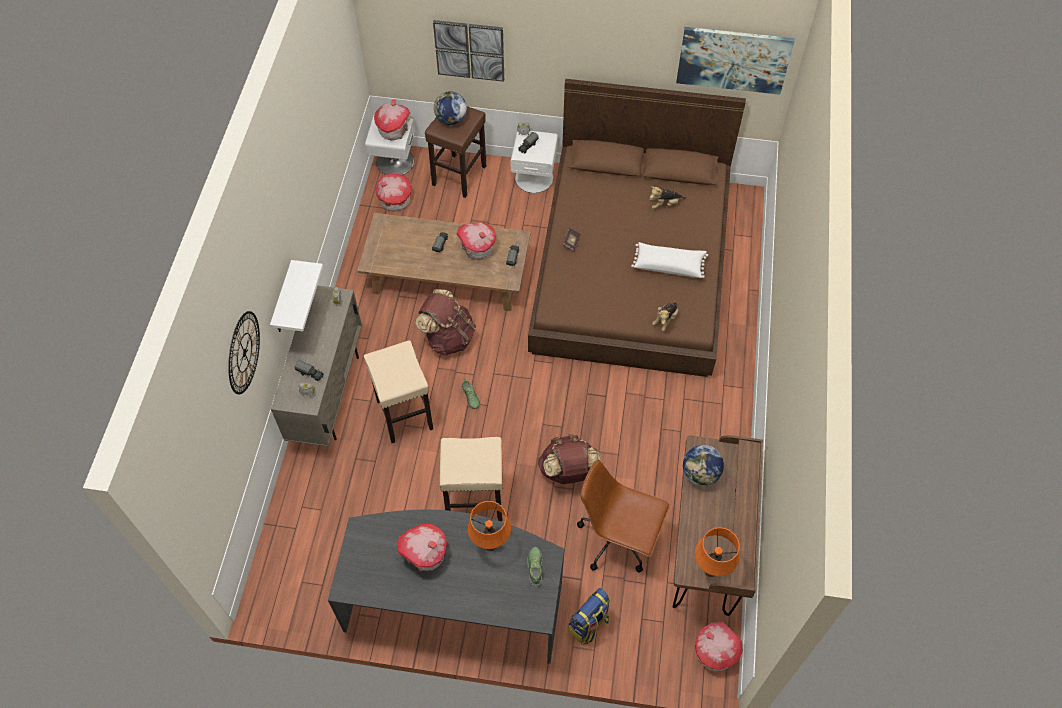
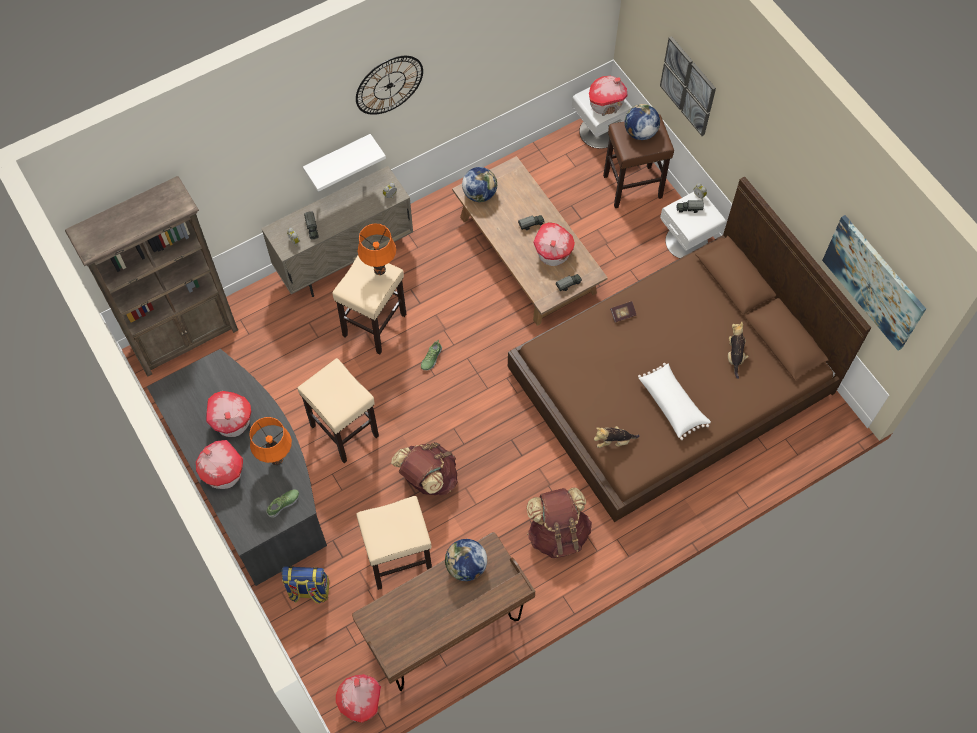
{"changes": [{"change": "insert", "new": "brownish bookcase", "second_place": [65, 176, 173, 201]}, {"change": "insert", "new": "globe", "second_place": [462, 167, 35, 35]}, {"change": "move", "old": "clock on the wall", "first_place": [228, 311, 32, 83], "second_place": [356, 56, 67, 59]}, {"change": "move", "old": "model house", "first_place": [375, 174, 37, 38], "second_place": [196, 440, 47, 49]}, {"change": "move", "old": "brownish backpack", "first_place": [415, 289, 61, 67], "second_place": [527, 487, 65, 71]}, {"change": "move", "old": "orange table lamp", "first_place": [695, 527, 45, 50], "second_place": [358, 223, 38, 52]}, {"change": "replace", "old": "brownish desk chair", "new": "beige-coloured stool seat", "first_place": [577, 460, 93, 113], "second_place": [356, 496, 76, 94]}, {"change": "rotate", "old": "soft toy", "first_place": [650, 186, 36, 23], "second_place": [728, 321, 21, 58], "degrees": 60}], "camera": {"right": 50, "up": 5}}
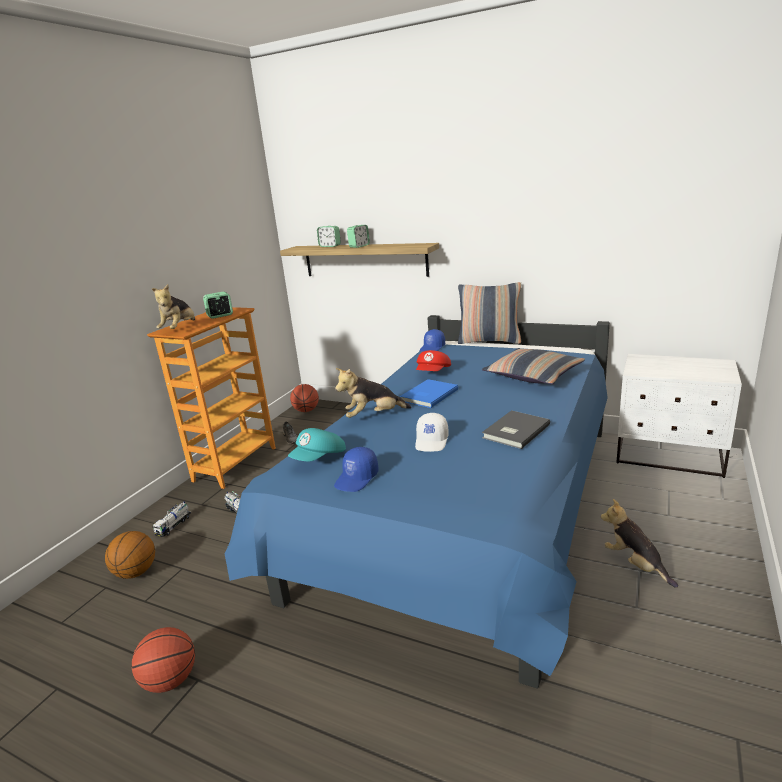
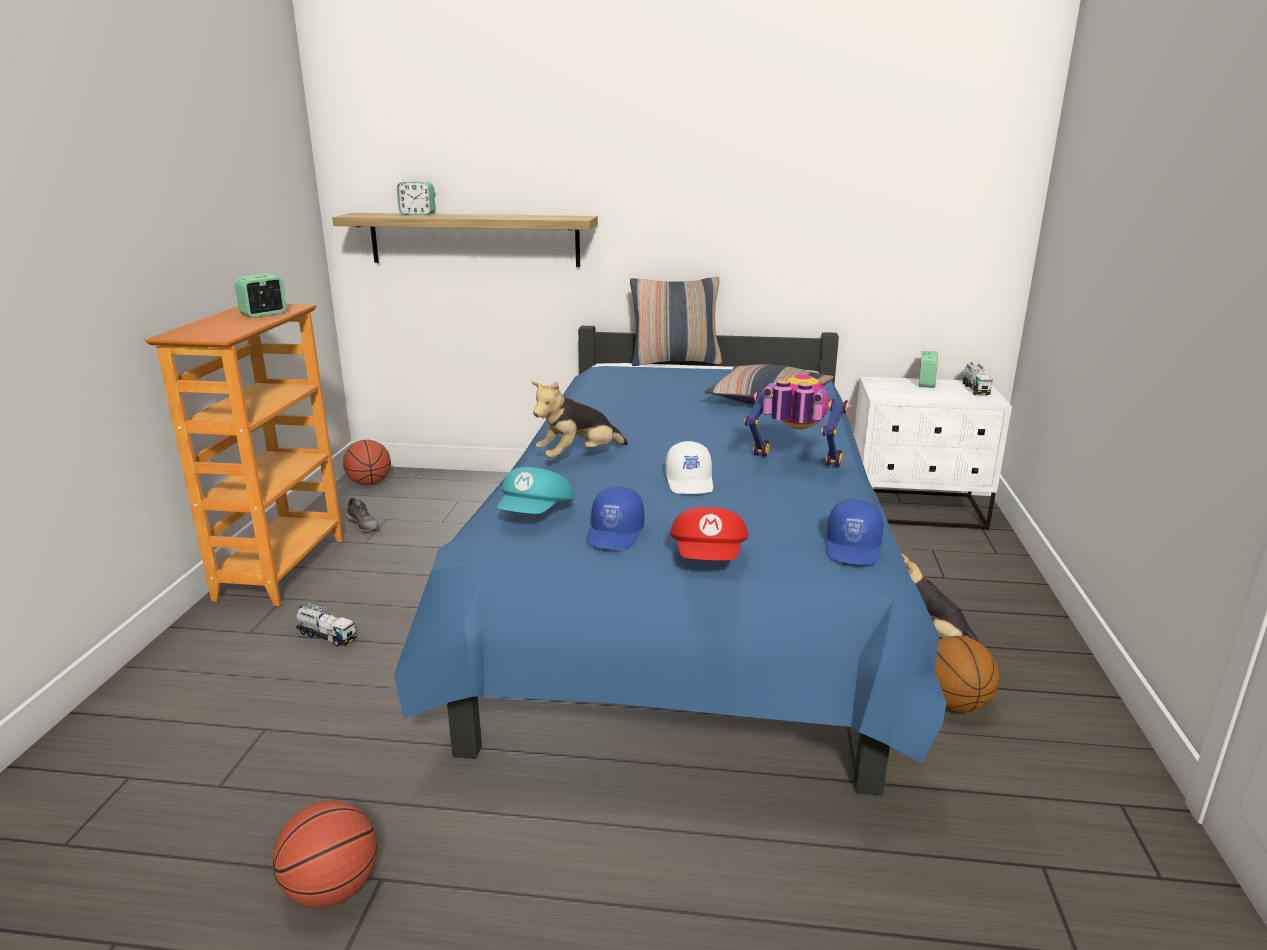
{"changes": [{"change": "delete", "old": "soft toy", "first_place": [152, 284, 43, 45]}, {"change": "delete", "old": "bluish volume", "first_place": [400, 379, 58, 29]}, {"change": "move", "old": "basketball ball", "first_place": [105, 531, 50, 48], "second_place": [935, 636, 64, 76]}, {"change": "move", "old": "model truck", "first_place": [152, 501, 39, 36], "second_place": [962, 362, 31, 33]}, {"change": "move", "old": "bedside clock", "first_place": [347, 225, 23, 23], "second_place": [919, 351, 19, 37]}, {"change": "move", "old": "red peaked cap", "first_place": [416, 350, 35, 21], "second_place": [670, 507, 78, 53]}, {"change": "move", "old": "bluish peaked cap", "first_place": [419, 329, 26, 23], "second_place": [826, 499, 58, 66]}, {"change": "replace", "old": "grey volume", "new": "toy robot", "first_place": [482, 410, 68, 39], "second_place": [744, 374, 107, 93]}], "camera": {"right": -20, "up": 0}}
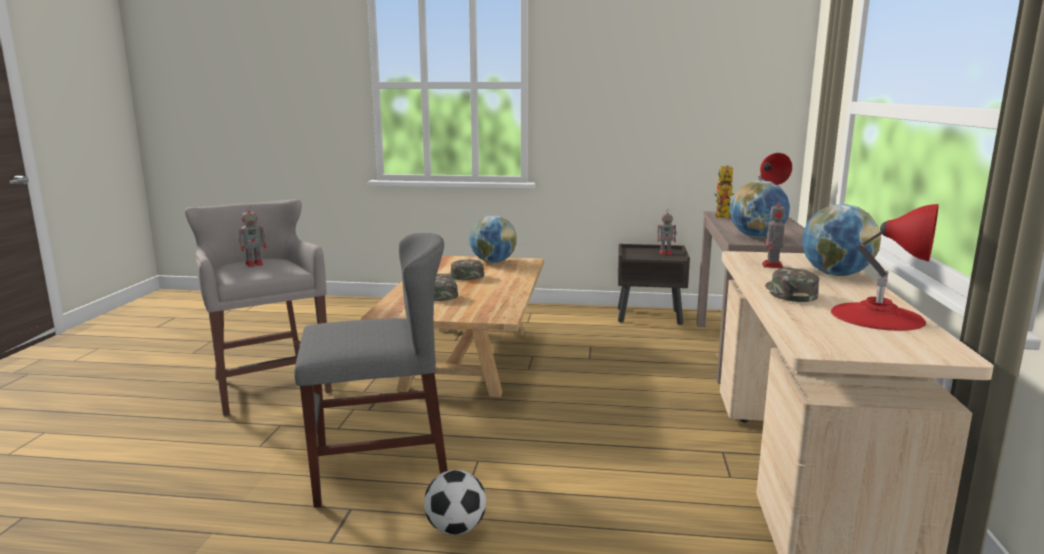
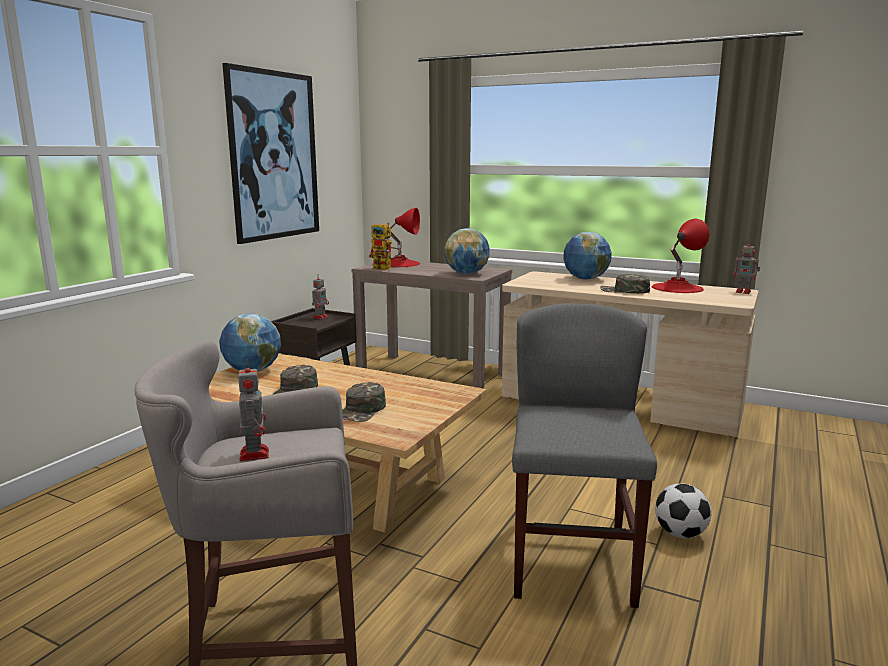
{"changes": [{"change": "insert", "new": "wall picture", "second_place": [222, 63, 97, 181]}, {"change": "move", "old": "toy robot", "first_place": [762, 201, 23, 67], "second_place": [733, 240, 27, 54]}], "camera": {"right": -70, "up": 0}}
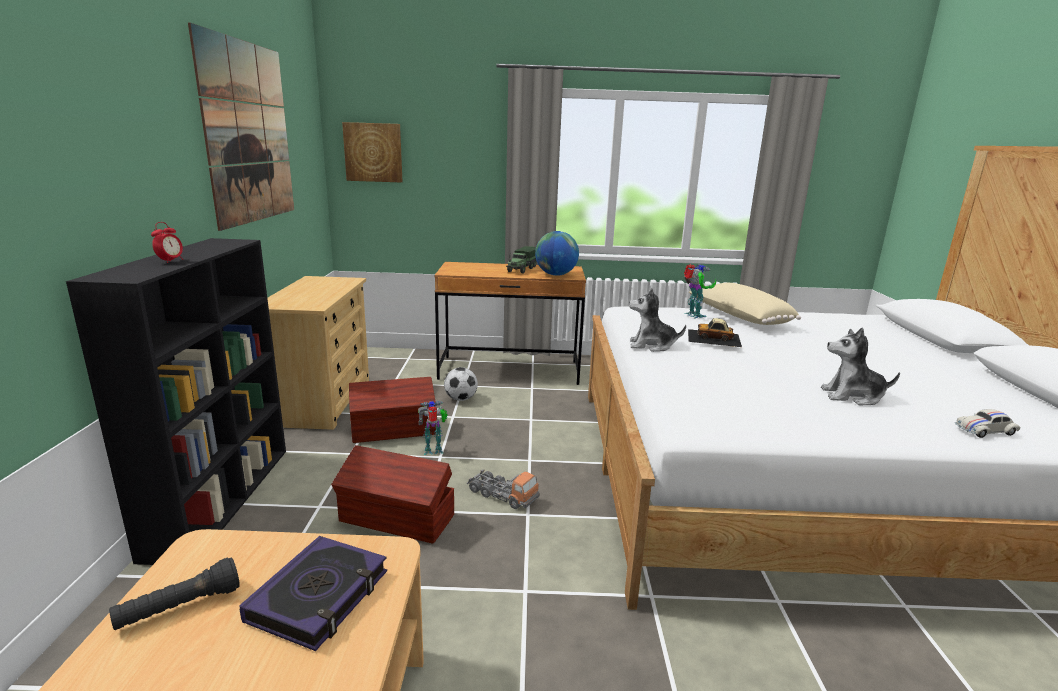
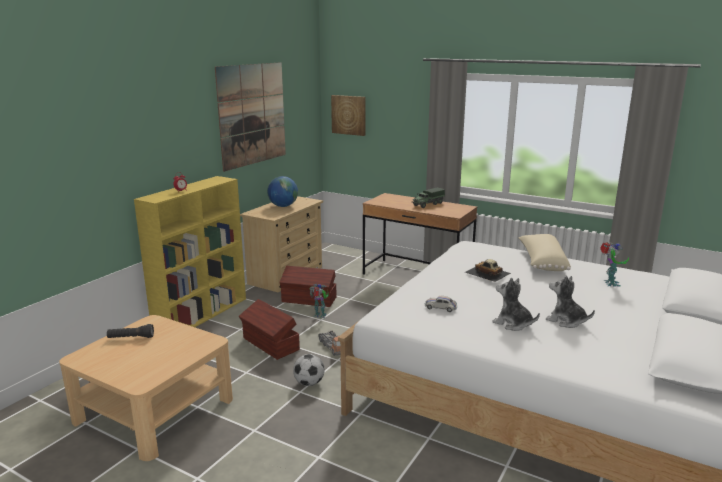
{"changes": [{"change": "delete", "old": "volume", "first_place": [239, 536, 148, 115]}, {"change": "move", "old": "football", "first_place": [444, 367, 34, 34], "second_place": [293, 354, 32, 32]}, {"change": "move", "old": "globe", "first_place": [535, 231, 44, 45], "second_place": [267, 176, 31, 31]}, {"change": "move", "old": "soft toy", "first_place": [629, 288, 57, 64], "second_place": [546, 275, 49, 53]}, {"change": "move", "old": "toy robot", "first_place": [684, 264, 32, 55], "second_place": [600, 242, 29, 44]}, {"change": "move", "old": "white-coloured model car", "first_place": [955, 409, 66, 29], "second_place": [424, 296, 33, 16]}, {"change": "recolor", "old": "black bookcase", "new": "yellowish bookcase", "first_place": [66, 238, 220, 327], "second_place": [134, 176, 112, 151]}], "camera": {"right": 30, "up": 0}}
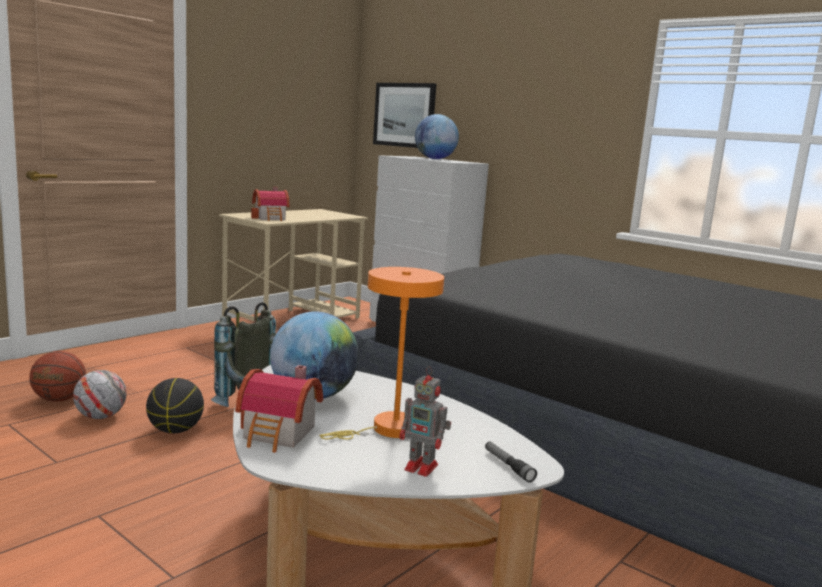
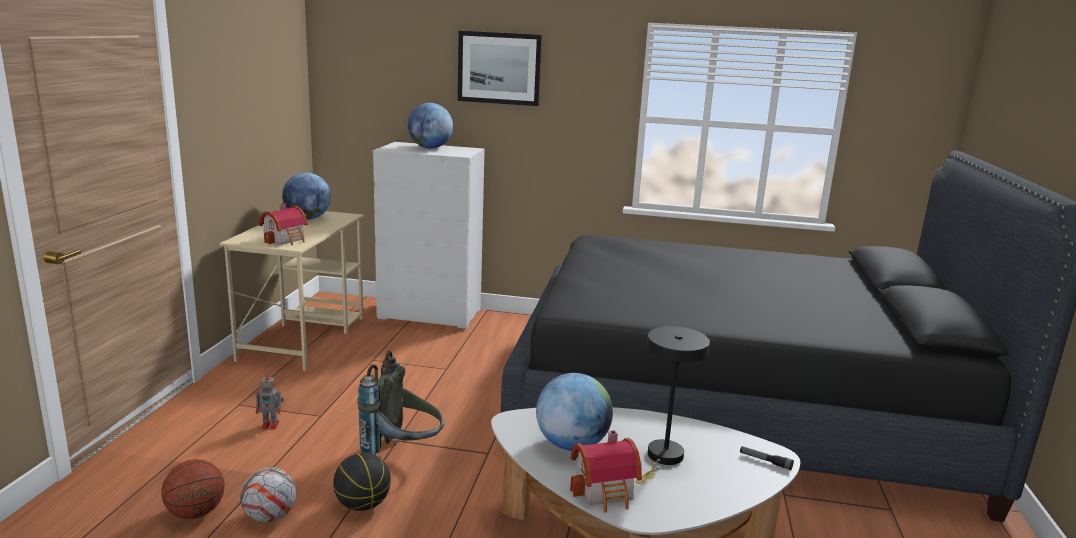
{"changes": [{"change": "insert", "new": "globe", "second_place": [282, 173, 49, 46]}, {"change": "move", "old": "wall picture", "first_place": [373, 83, 63, 65], "second_place": [458, 31, 84, 75]}, {"change": "move", "old": "toy robot", "first_place": [400, 366, 51, 111], "second_place": [256, 372, 28, 57]}, {"change": "recolor", "old": "orange table lamp", "new": "black table lamp", "first_place": [319, 267, 125, 173], "second_place": [634, 326, 76, 158]}], "camera": {"right": -30, "up": 5}}
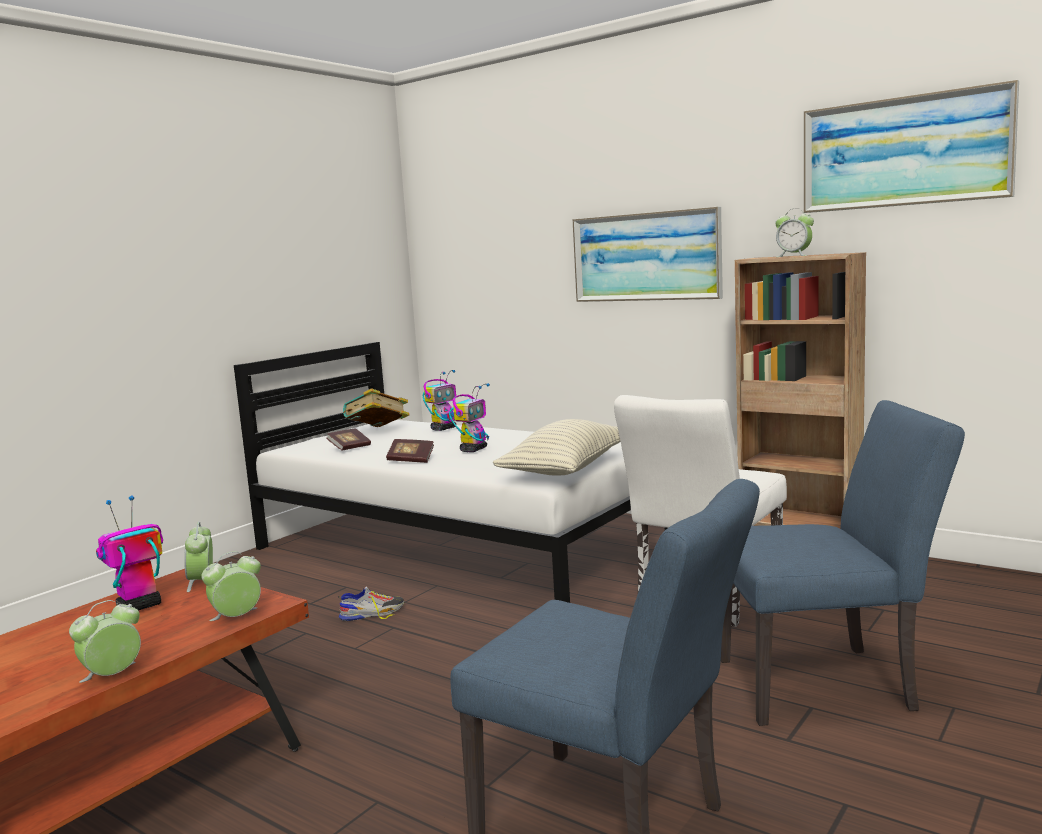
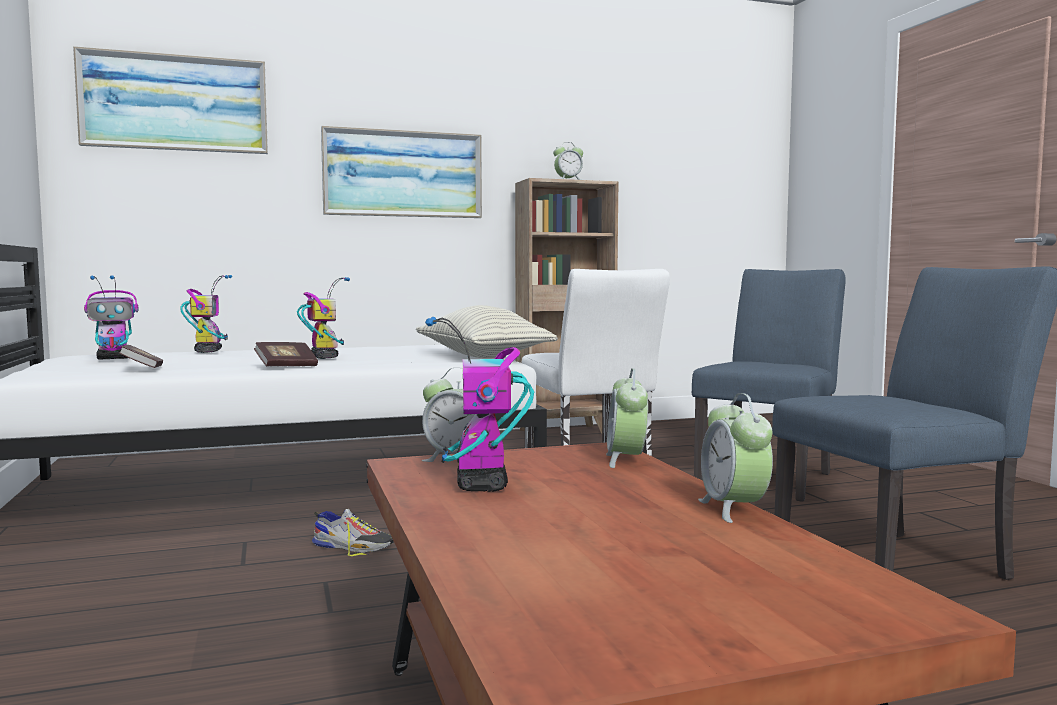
{"changes": [{"change": "move", "old": "wall picture", "first_place": [804, 80, 215, 133], "second_place": [73, 46, 195, 108]}, {"change": "replace", "old": "volume", "new": "toy robot", "first_place": [343, 388, 66, 39], "second_place": [84, 275, 55, 84]}, {"change": "rotate", "old": "item of footwear", "first_place": [338, 586, 66, 35], "second_place": [312, 509, 82, 47], "degrees": 90}], "camera": {"right": -55, "up": -5}}
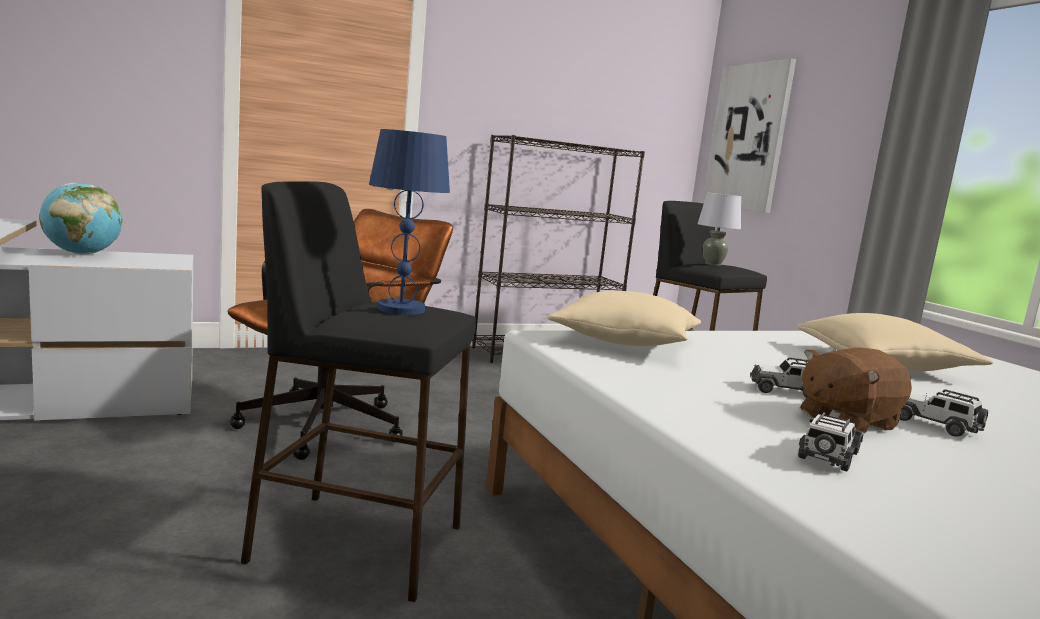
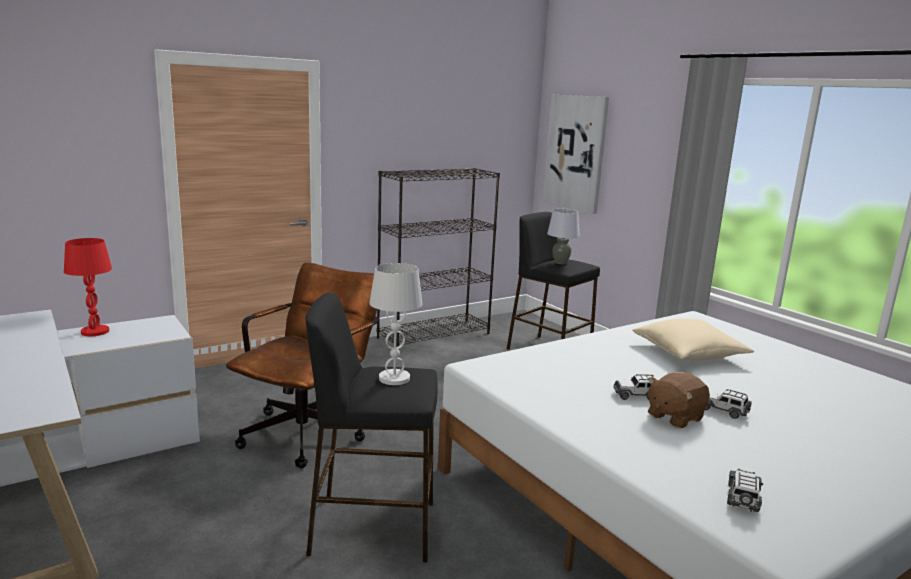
{"changes": [{"change": "delete", "old": "beige-coloured cushion", "first_place": [547, 291, 154, 55]}, {"change": "move", "old": "model car", "first_place": [798, 412, 66, 59], "second_place": [727, 469, 36, 43]}, {"change": "replace", "old": "globe", "new": "red table lamp", "first_place": [39, 183, 83, 71], "second_place": [64, 238, 48, 98]}, {"change": "recolor", "old": "bluish table lamp", "new": "white-coloured table lamp", "first_place": [369, 129, 81, 186], "second_place": [369, 263, 54, 122]}], "camera": {"right": -10, "up": 5}}
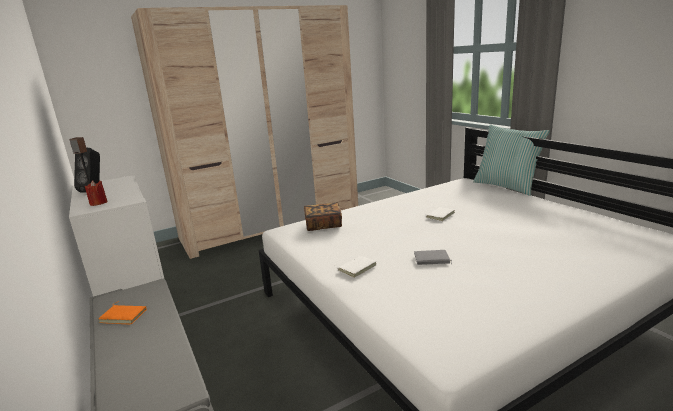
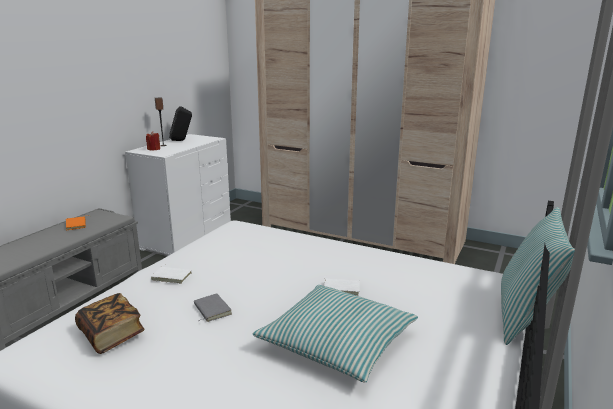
{"changes": [{"change": "insert", "new": "cushion", "second_place": [253, 285, 165, 98]}, {"change": "move", "old": "volume", "first_place": [304, 202, 38, 29], "second_place": [75, 293, 70, 61]}], "camera": {"right": 55, "up": 0}}
